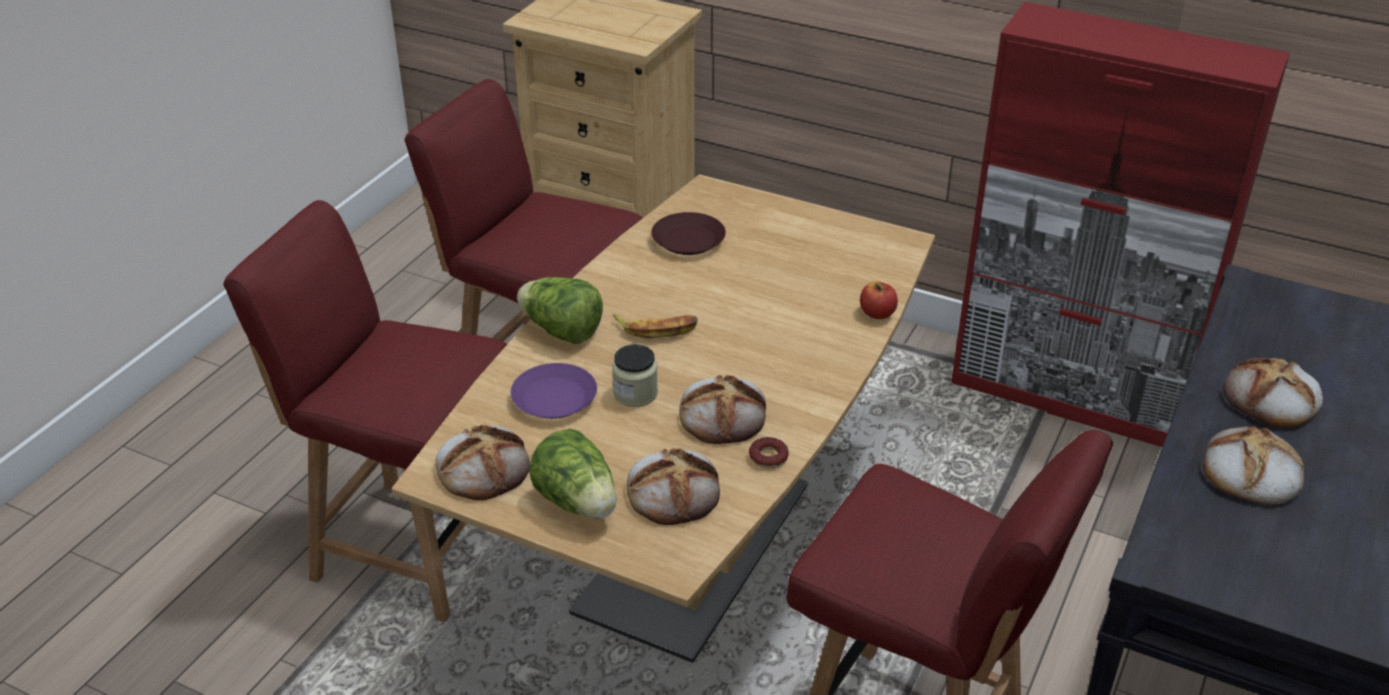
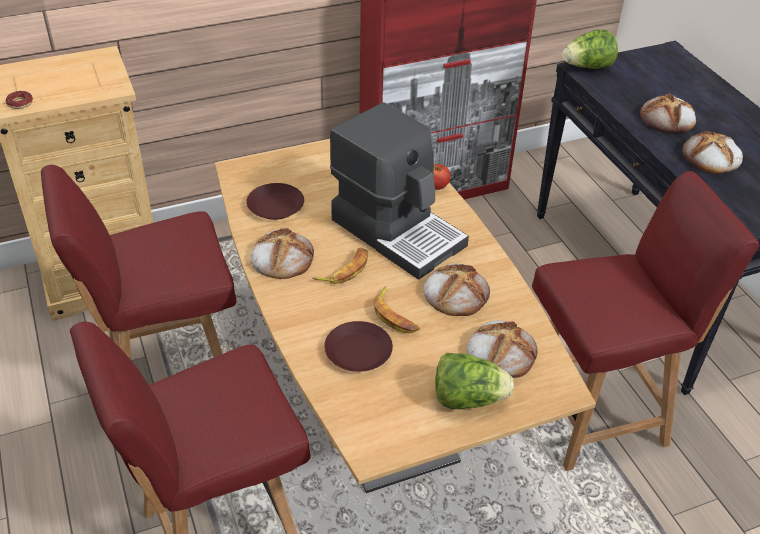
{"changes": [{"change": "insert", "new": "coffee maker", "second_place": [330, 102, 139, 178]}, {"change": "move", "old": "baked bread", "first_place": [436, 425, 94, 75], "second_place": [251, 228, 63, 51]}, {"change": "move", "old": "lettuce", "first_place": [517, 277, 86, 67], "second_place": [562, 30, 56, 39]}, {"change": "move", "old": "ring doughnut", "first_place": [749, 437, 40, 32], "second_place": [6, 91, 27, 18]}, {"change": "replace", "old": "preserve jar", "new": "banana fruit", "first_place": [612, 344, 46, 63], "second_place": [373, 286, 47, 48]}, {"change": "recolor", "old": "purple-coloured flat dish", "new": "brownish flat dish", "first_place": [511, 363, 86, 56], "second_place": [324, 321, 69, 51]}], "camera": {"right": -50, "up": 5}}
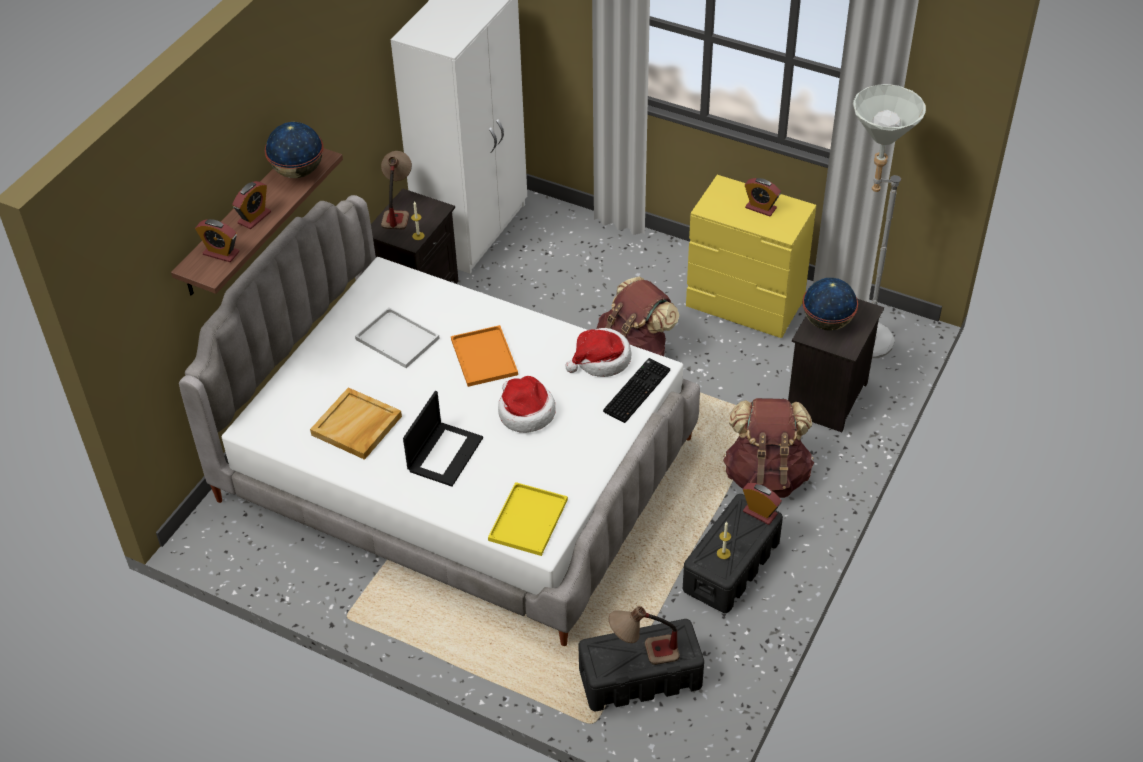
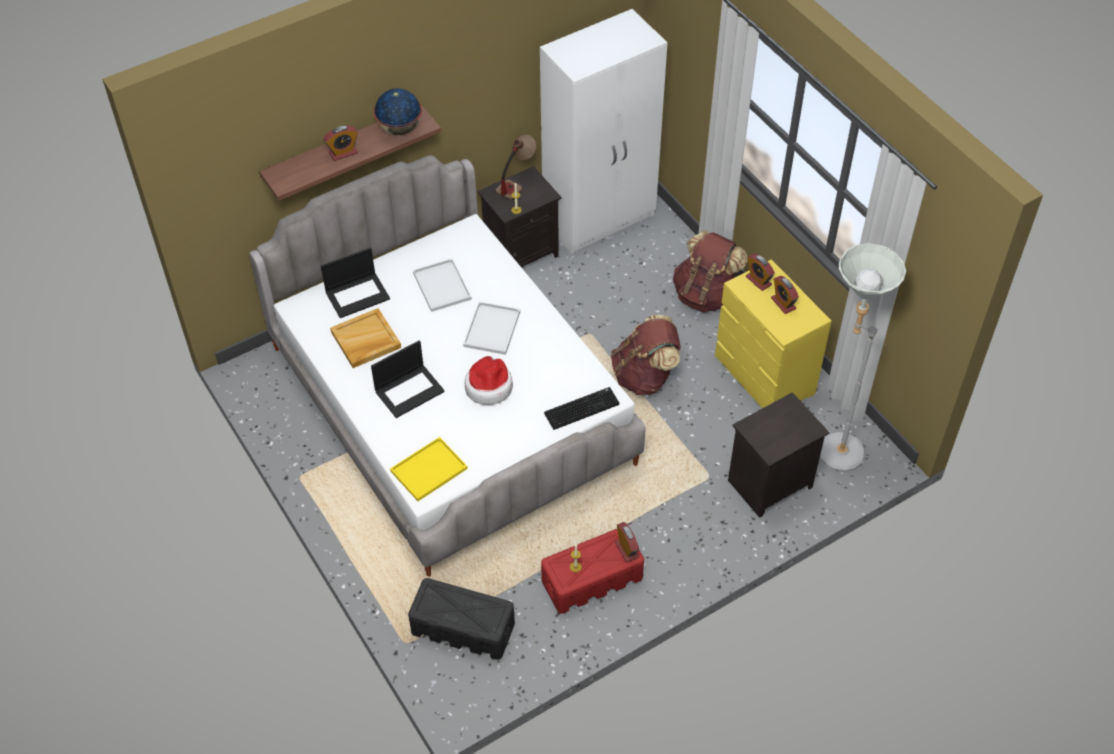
{"changes": [{"change": "delete", "old": "hat", "first_place": [565, 328, 66, 49]}, {"change": "delete", "old": "table lamp", "first_place": [609, 606, 71, 59]}, {"change": "delete", "old": "globe", "first_place": [802, 278, 56, 53]}, {"change": "insert", "new": "laptop", "second_place": [321, 248, 69, 70]}, {"change": "move", "old": "bedside clock", "first_place": [195, 219, 44, 44], "second_place": [746, 254, 29, 37]}, {"change": "move", "old": "brownish backpack", "first_place": [723, 398, 91, 100], "second_place": [673, 230, 74, 83]}, {"change": "recolor", "old": "orange serving tray", "new": "white-coloured serving tray", "first_place": [451, 325, 67, 62], "second_place": [463, 302, 57, 53]}, {"change": "recolor", "old": "black storage bin", "new": "red storage bin", "first_place": [683, 494, 100, 119], "second_place": [541, 529, 103, 85]}], "camera": {"right": 30, "up": 5}}
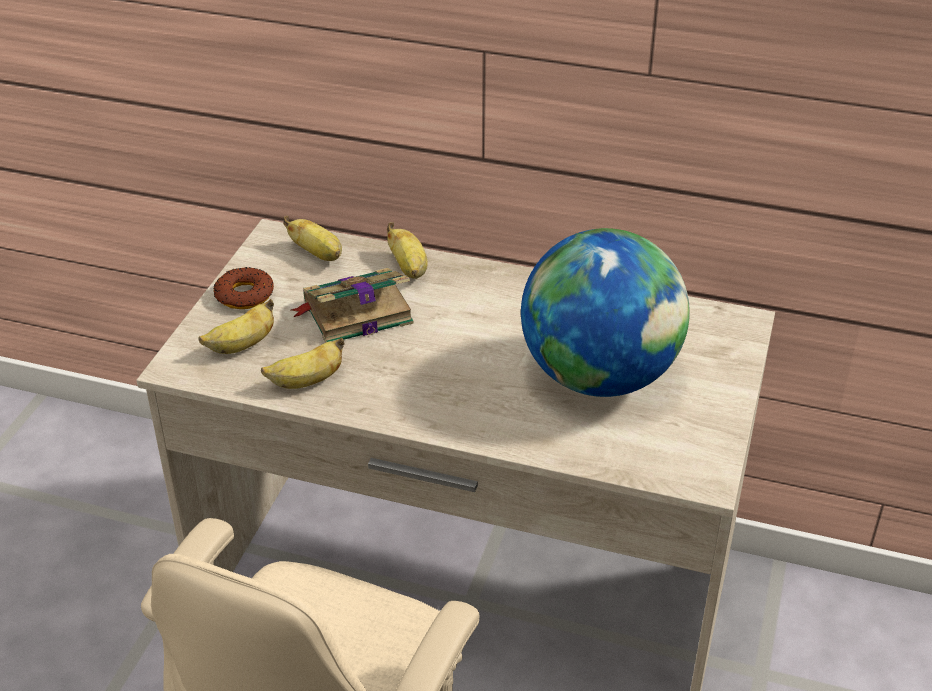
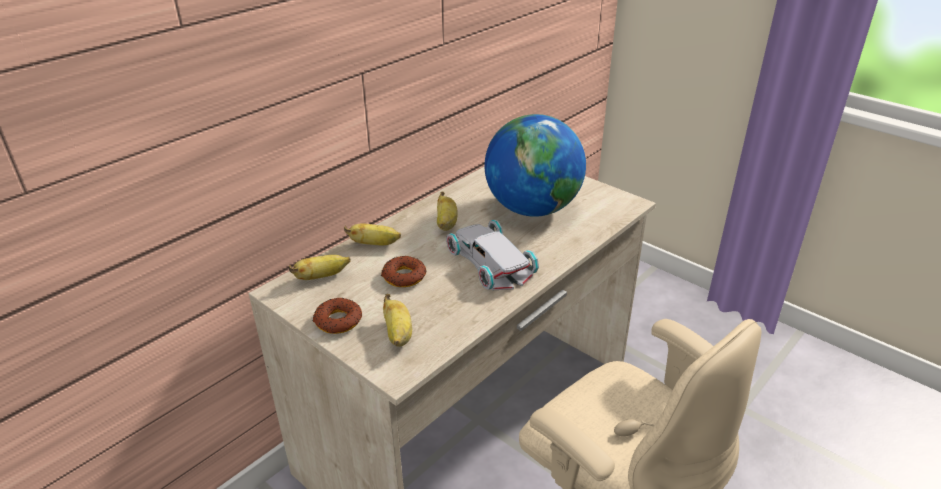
{"changes": [{"change": "insert", "new": "white-coloured model car", "second_place": [446, 220, 93, 70]}, {"change": "move", "old": "banana fruit", "first_place": [261, 338, 83, 51], "second_place": [437, 192, 21, 39]}, {"change": "replace", "old": "volume", "new": "ring doughnut", "first_place": [291, 268, 123, 75], "second_place": [381, 256, 45, 31]}], "camera": {"right": -65, "up": -5}}
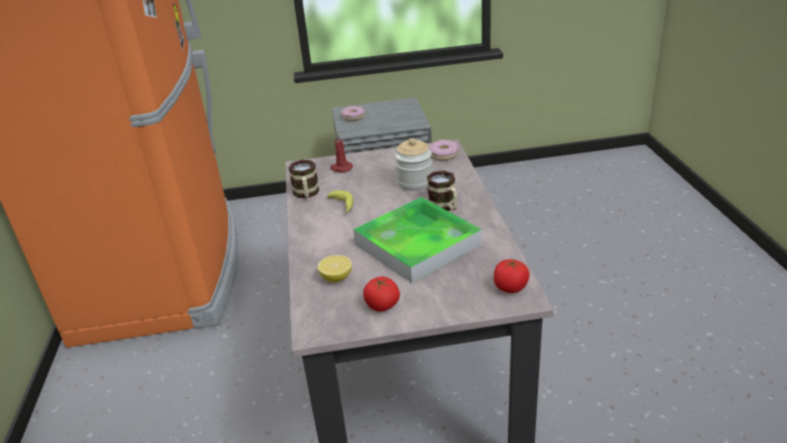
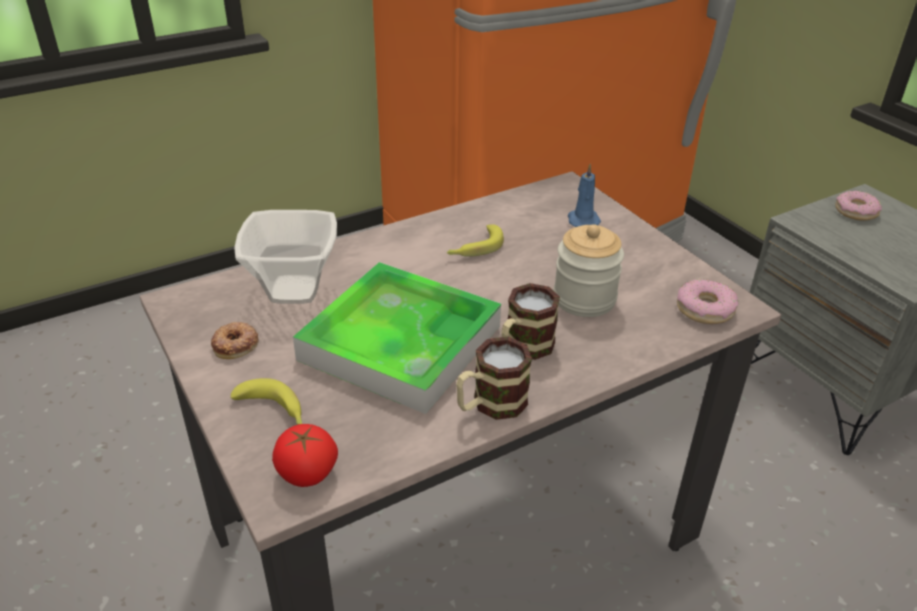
{"changes": [{"change": "insert", "new": "banana fruit", "second_place": [231, 378, 71, 47]}, {"change": "move", "old": "tea mug", "first_place": [289, 160, 30, 38], "second_place": [456, 337, 76, 83]}, {"change": "replace", "old": "lemon", "new": "bowl", "first_place": [318, 255, 34, 27], "second_place": [234, 210, 103, 94]}, {"change": "replace", "old": "tomato", "new": "ring doughnut", "first_place": [363, 276, 37, 36], "second_place": [211, 322, 47, 37]}, {"change": "recolor", "old": "red wax light", "new": "bluish wax light", "first_place": [330, 133, 23, 39], "second_place": [568, 164, 33, 63]}], "camera": {"right": 65, "up": 5}}
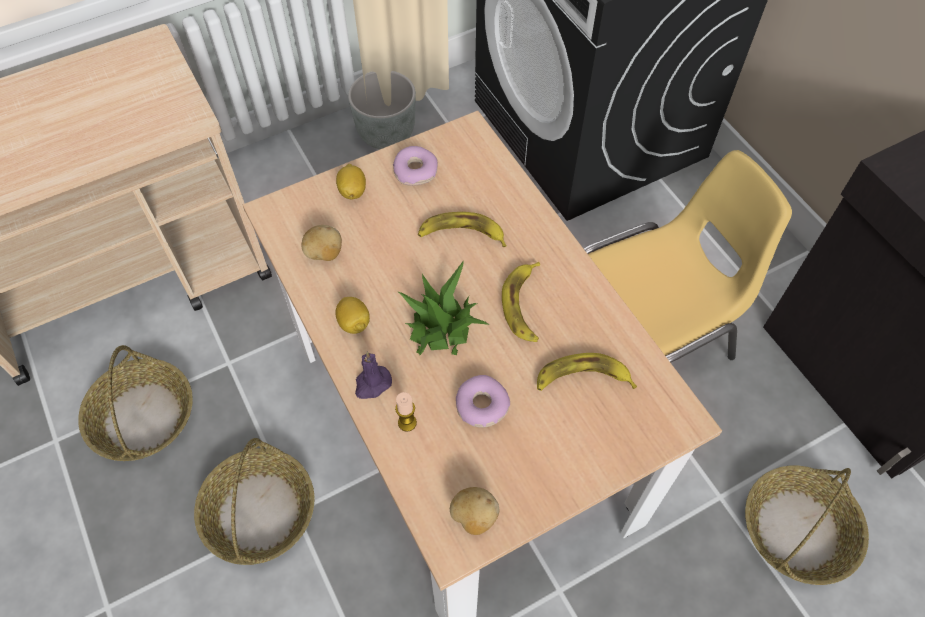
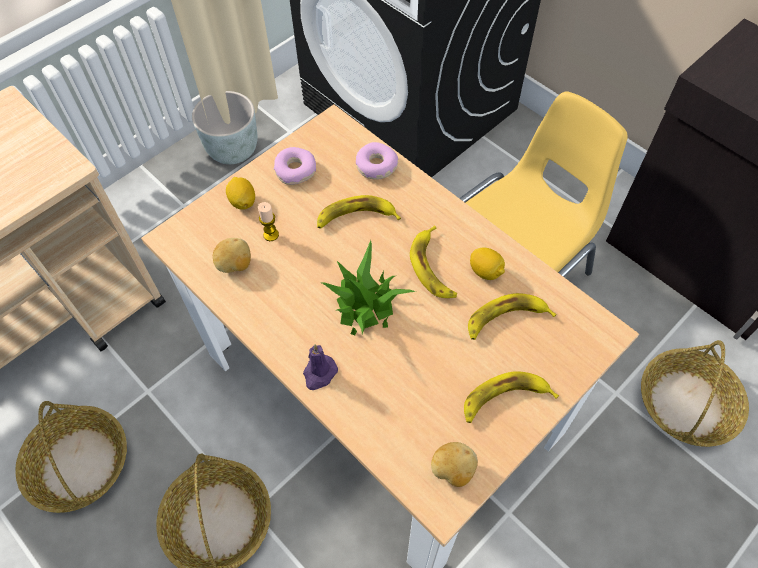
{"changes": [{"change": "insert", "new": "banana fruit", "second_place": [464, 371, 95, 52]}, {"change": "move", "old": "lemon", "first_place": [335, 297, 35, 37], "second_place": [470, 247, 35, 33]}, {"change": "move", "old": "wax light", "first_place": [395, 392, 22, 40], "second_place": [258, 202, 21, 39]}, {"change": "move", "old": "ring doughnut", "first_place": [456, 375, 54, 53], "second_place": [356, 142, 42, 38]}], "camera": {"right": -15, "up": 0}}
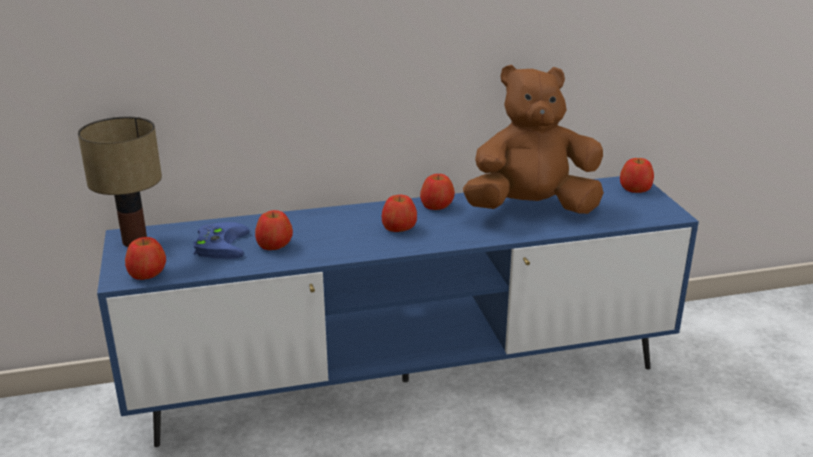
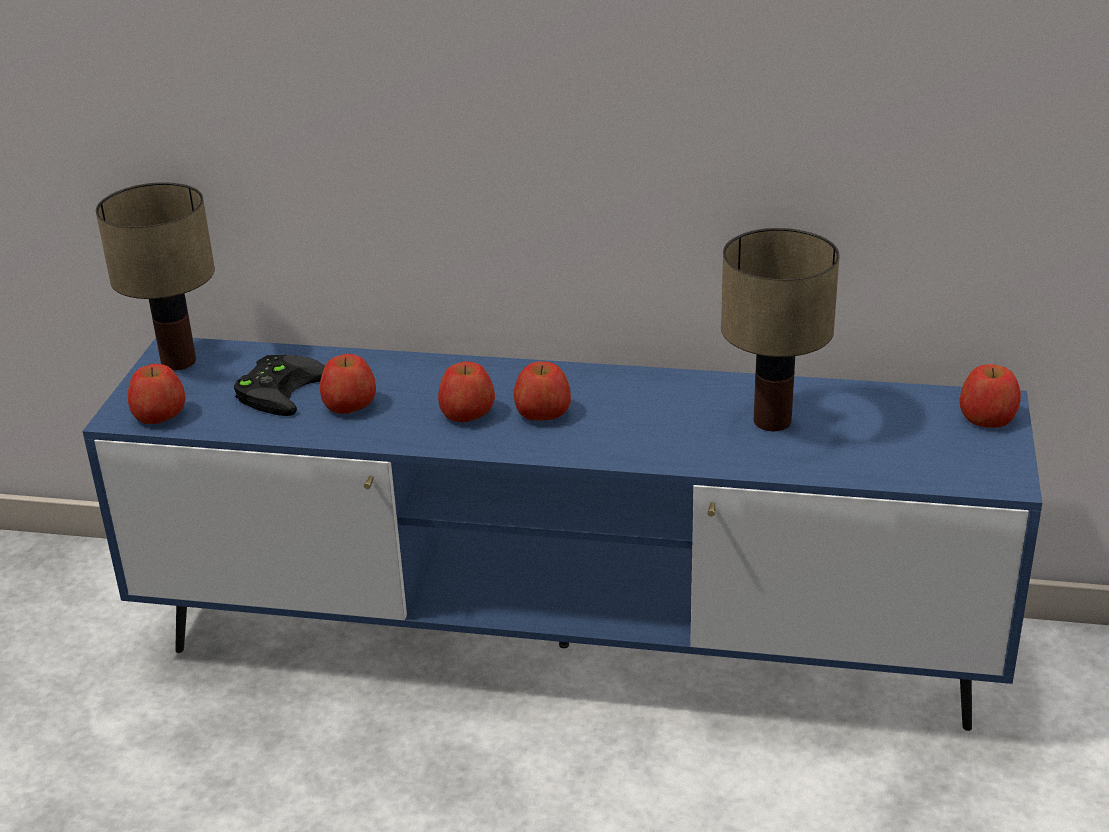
{"changes": [{"change": "move", "old": "whole apple", "first_place": [420, 174, 35, 36], "second_place": [438, 361, 57, 61]}, {"change": "replace", "old": "brownish soft toy", "new": "table lamp", "first_place": [463, 65, 141, 149], "second_place": [721, 228, 119, 203]}, {"change": "recolor", "old": "bluish gamepad", "new": "black gamepad", "first_place": [193, 222, 56, 37], "second_place": [234, 355, 91, 61]}], "camera": {"right": 25, "up": 5}}
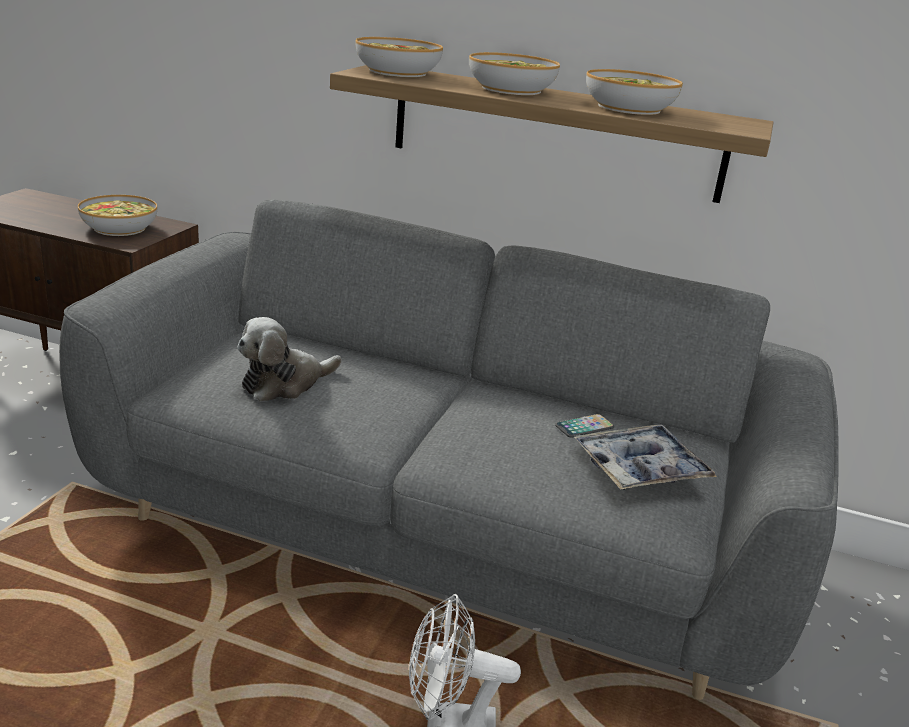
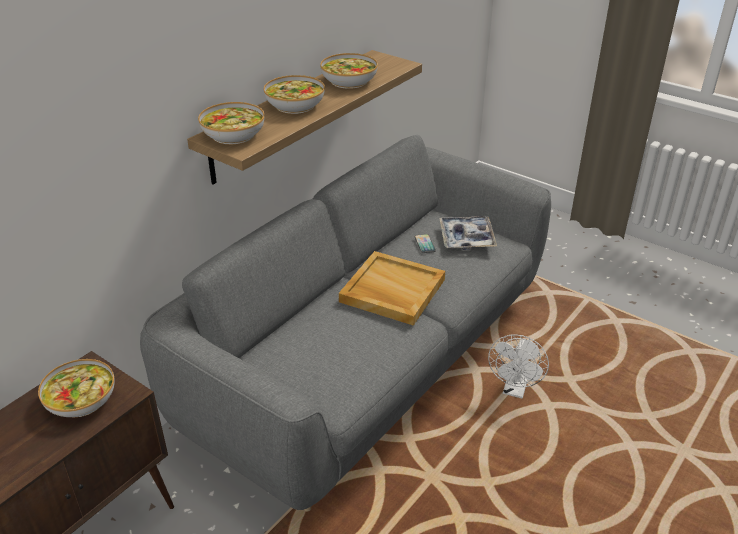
{"changes": [{"change": "delete", "old": "soft toy", "first_place": [237, 317, 105, 84]}, {"change": "insert", "new": "beige-coloured serving tray", "second_place": [339, 251, 106, 75]}], "camera": {"right": -70, "up": 10}}
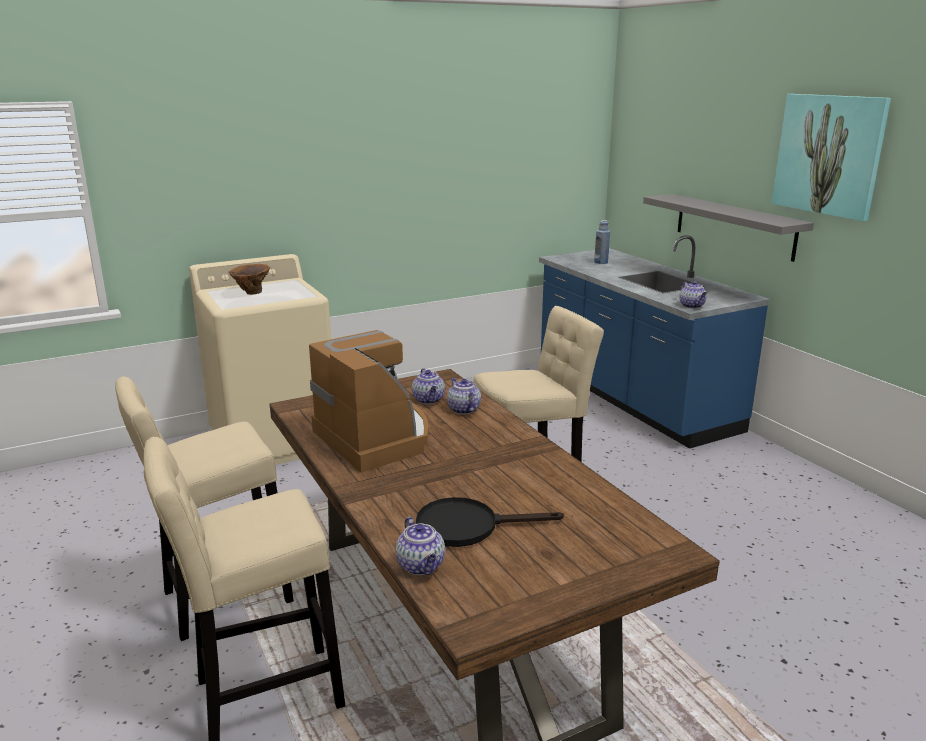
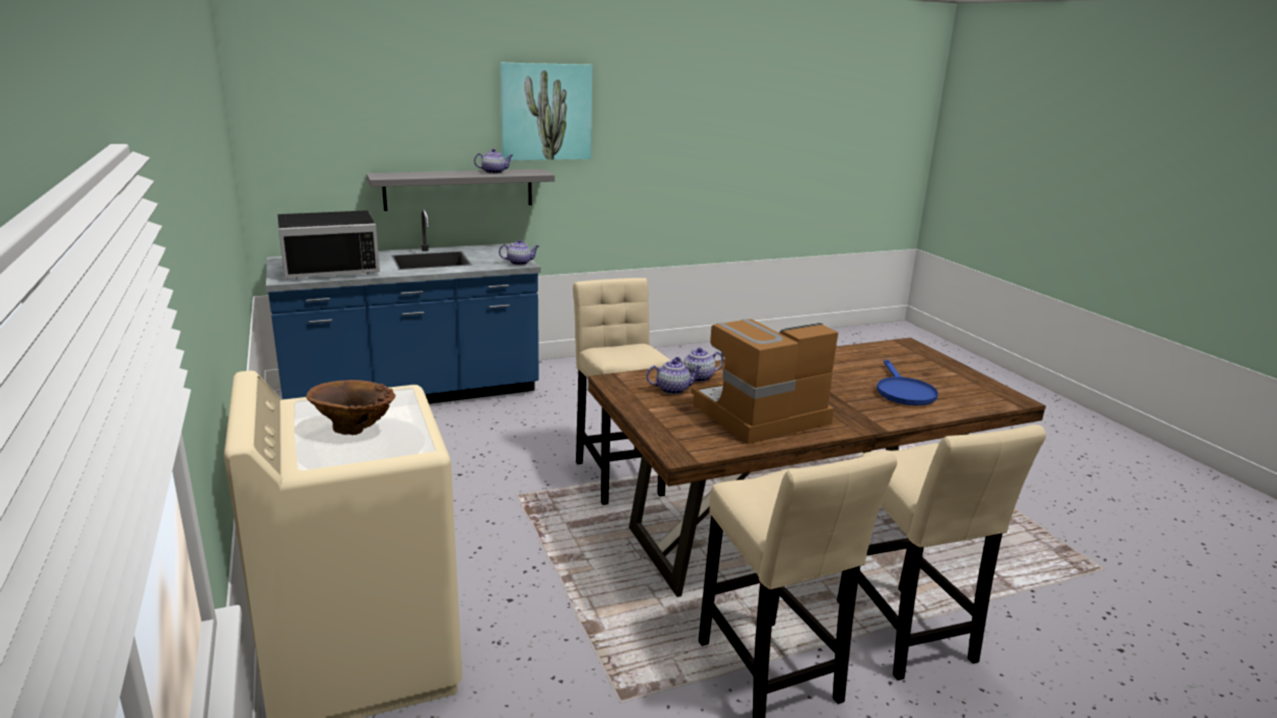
{"changes": [{"change": "move", "old": "tea pot", "first_place": [395, 517, 50, 58], "second_place": [474, 149, 39, 25]}, {"change": "replace", "old": "bluish bottle", "new": "black kitchen microwave", "first_place": [594, 220, 16, 44], "second_place": [277, 210, 103, 69]}, {"change": "recolor", "old": "black skillet", "new": "bluish skillet", "first_place": [416, 497, 148, 50], "second_place": [877, 359, 61, 47]}], "camera": {"right": -85, "up": 0}}
